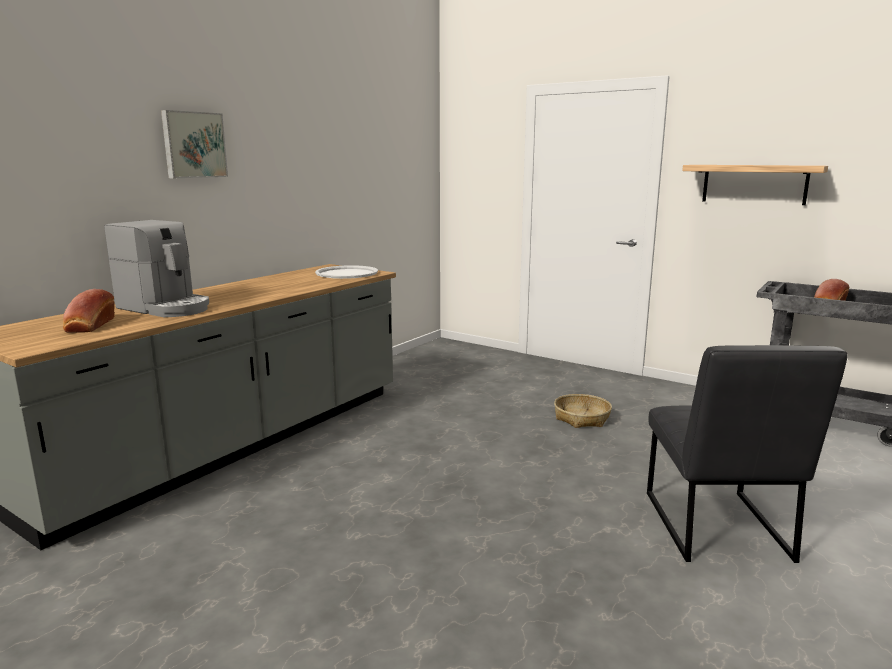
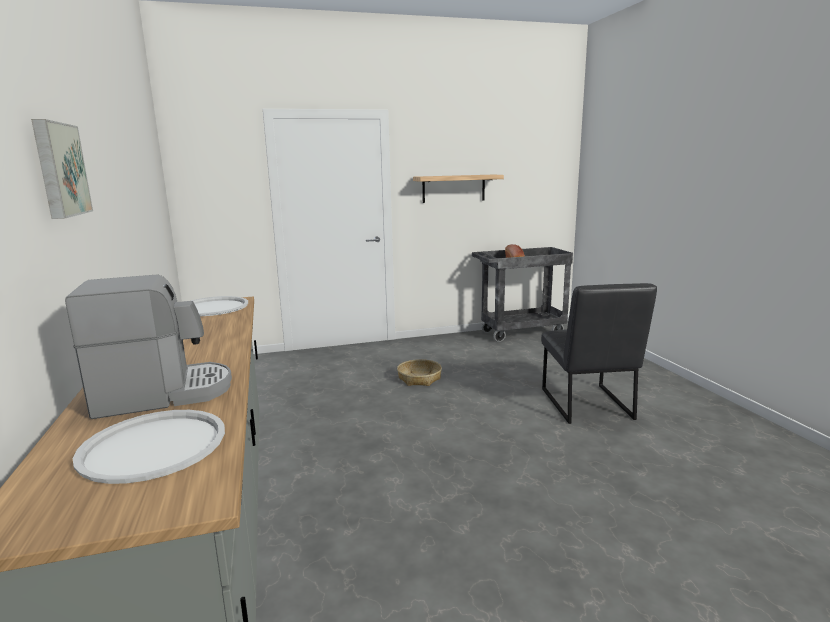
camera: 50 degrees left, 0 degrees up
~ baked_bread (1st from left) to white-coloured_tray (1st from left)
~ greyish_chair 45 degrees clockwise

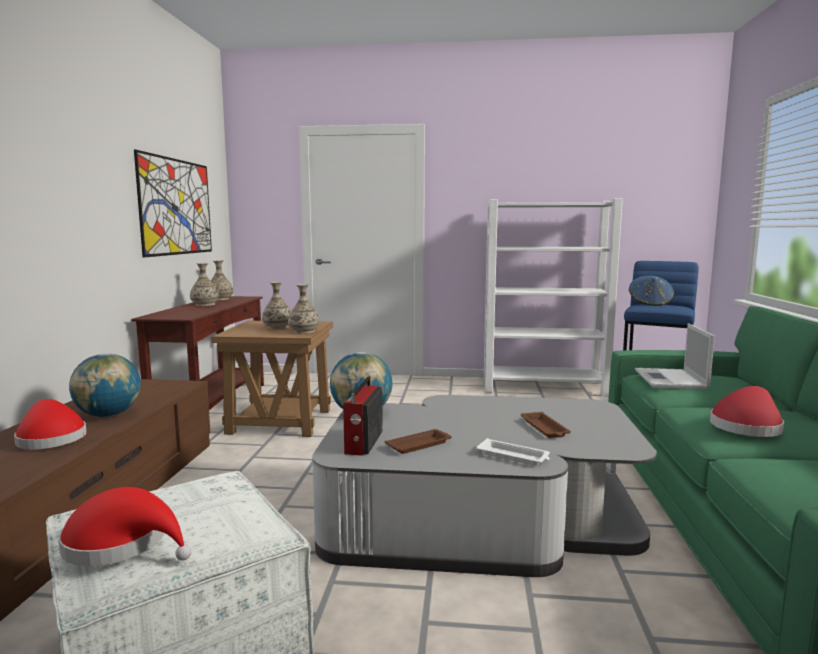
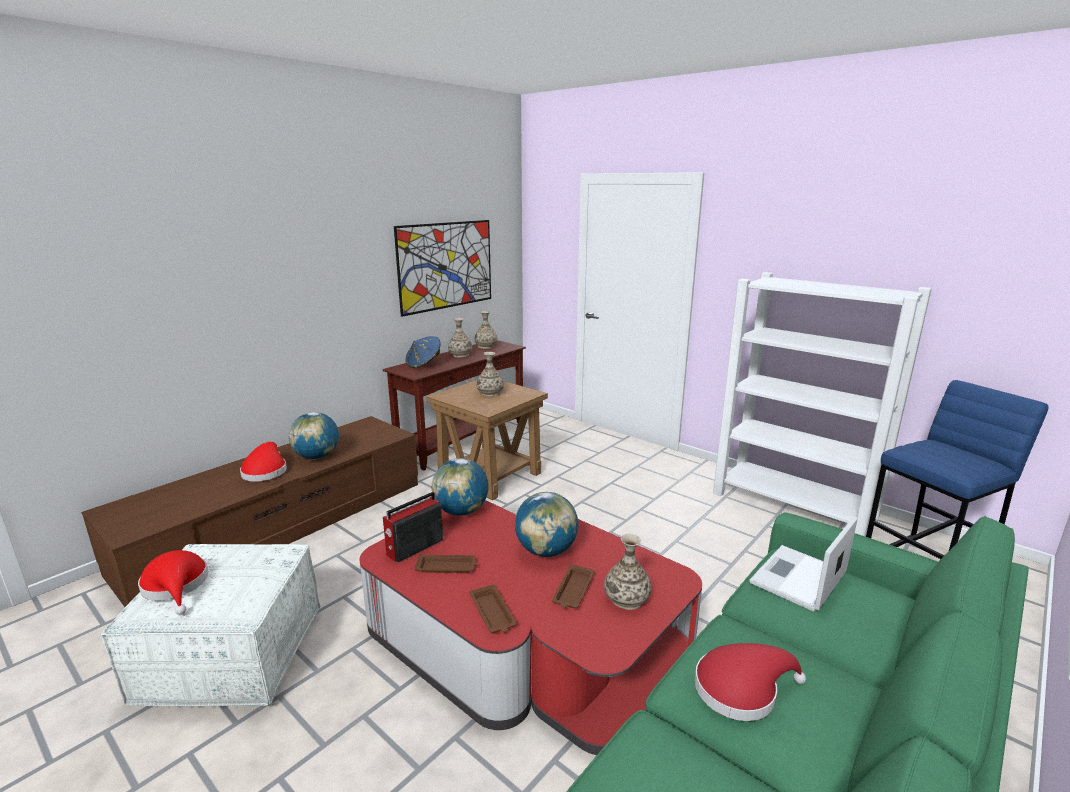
camera: 35 degrees right, 10 degrees up
+ world_globe (3rd from left)
~ flower_vase (4th from left)
~ bluish_hat
~ greyish_coffee_table to reddish_coffee_table
~ white-coloured_tray to brown_tray (2nd from left)

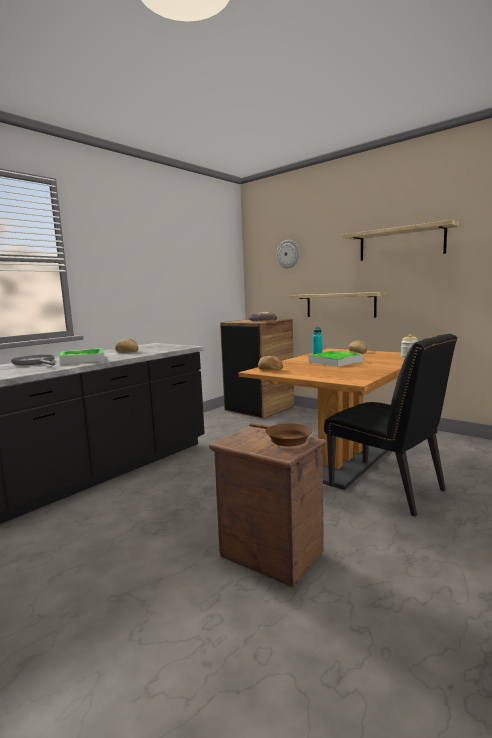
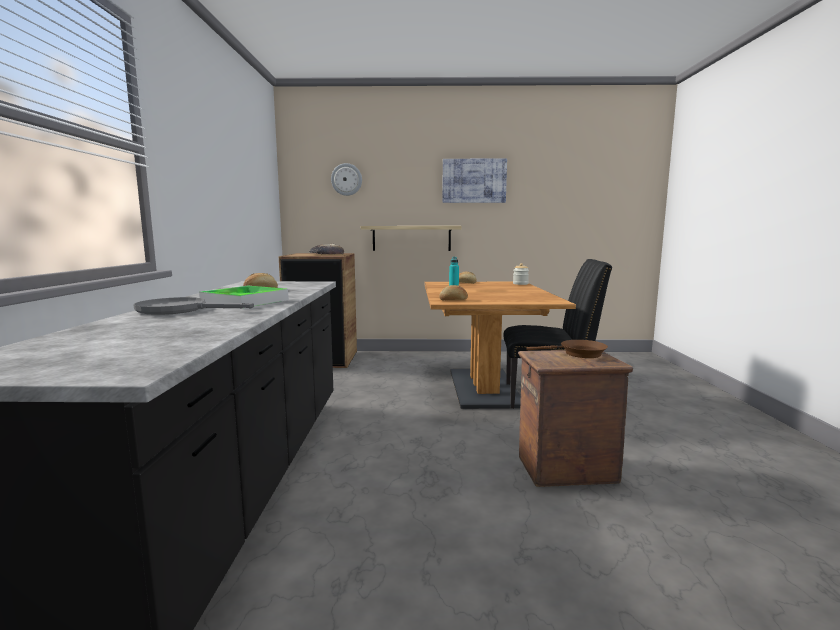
camera: 40 degrees left, 0 degrees up
- tray (2nd from left)
~ bracket_shelf (2nd from left) to wall_picture

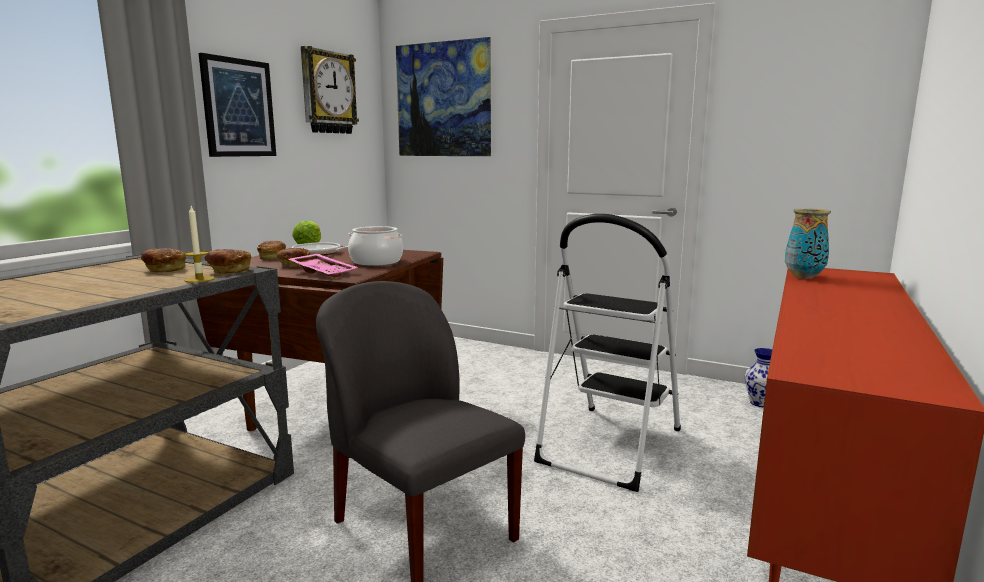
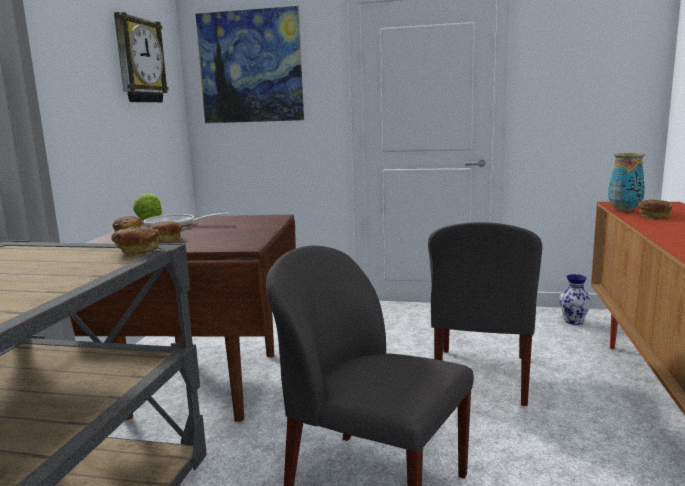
camera: 15 degrees left, 0 degrees up
- candle
- wall_picture (1st from left)
- pink_tray
- cooking_pot
~ baked_bread (1st from left in the first image) to baked_bread (4th from left)
~ step_stool to greyish_chair (2nd from left)

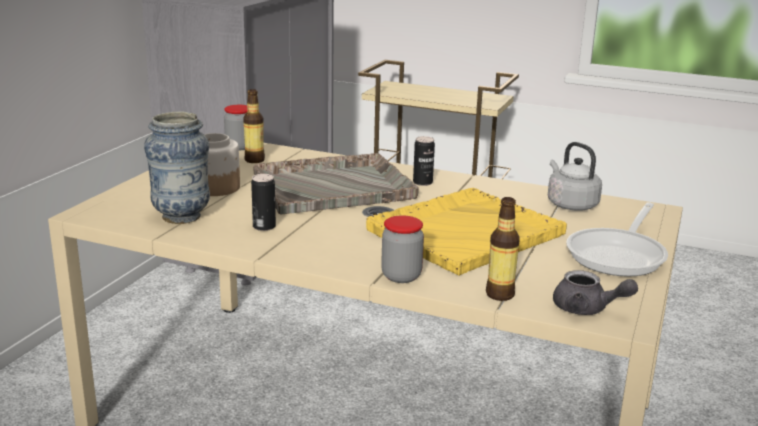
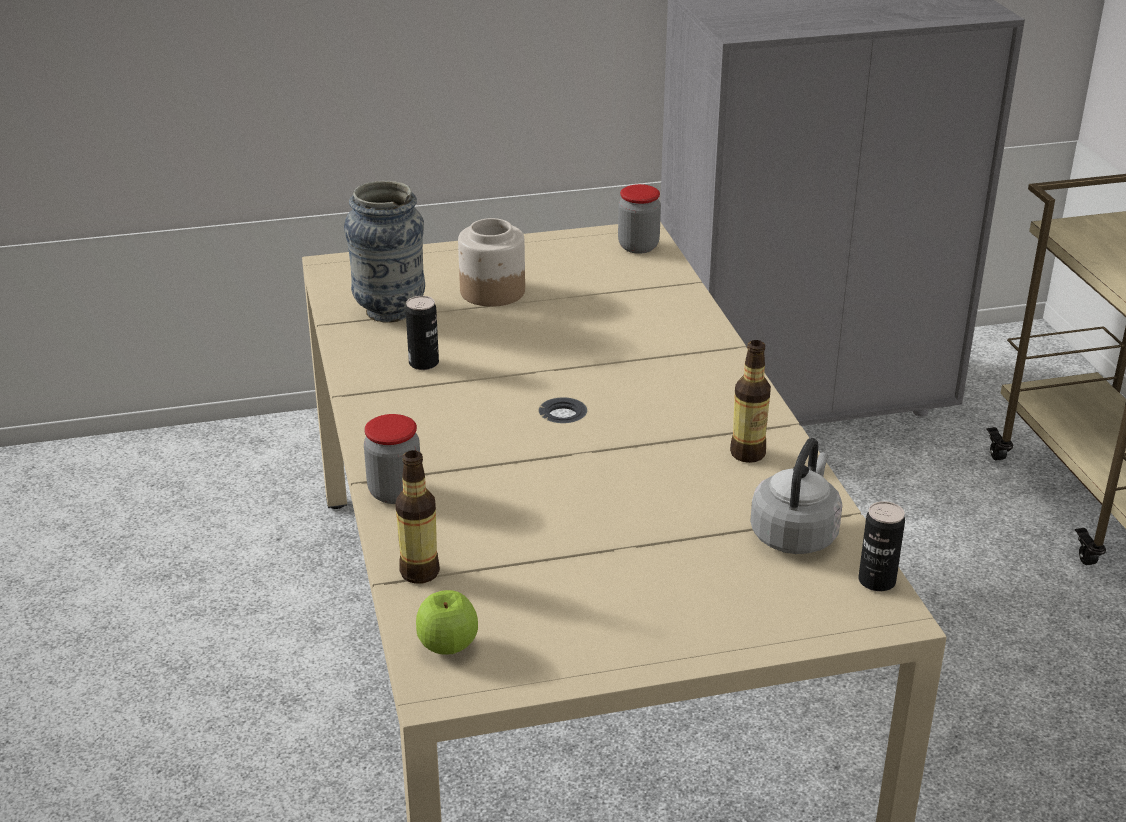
camera: 55 degrees right, 10 degrees up
- greyish_tray
- yellow_tray
- skillet
~ drink_bottle (1st from left in the first image) to drink_bottle (2nd from left)
~ can (2nd from left)
~ greyish_tea_pot to apple_fruit

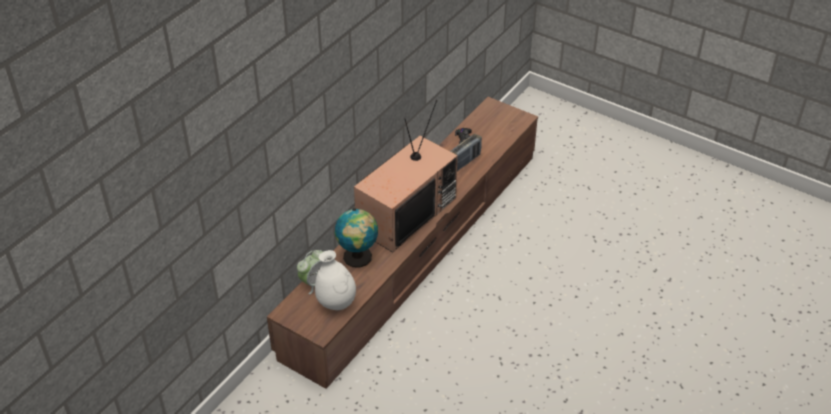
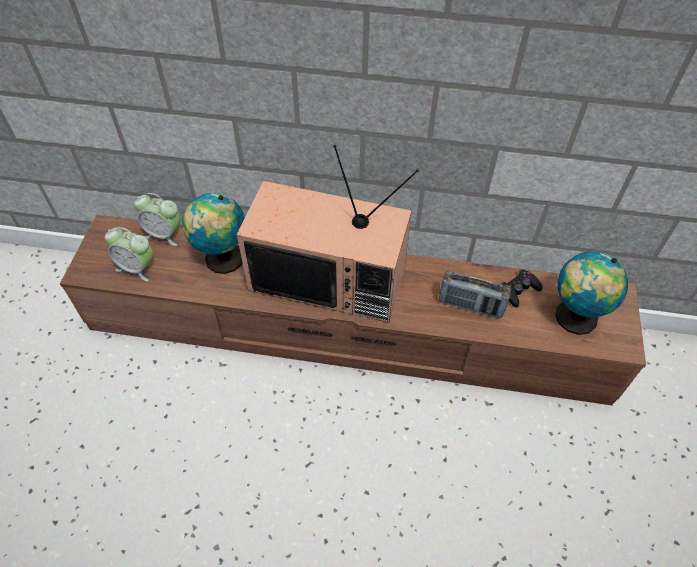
camera: 65 degrees right, 10 degrees up
+ world_globe (2nd from left)
~ white-coloured_flower_vase to table_clock (1st from left)

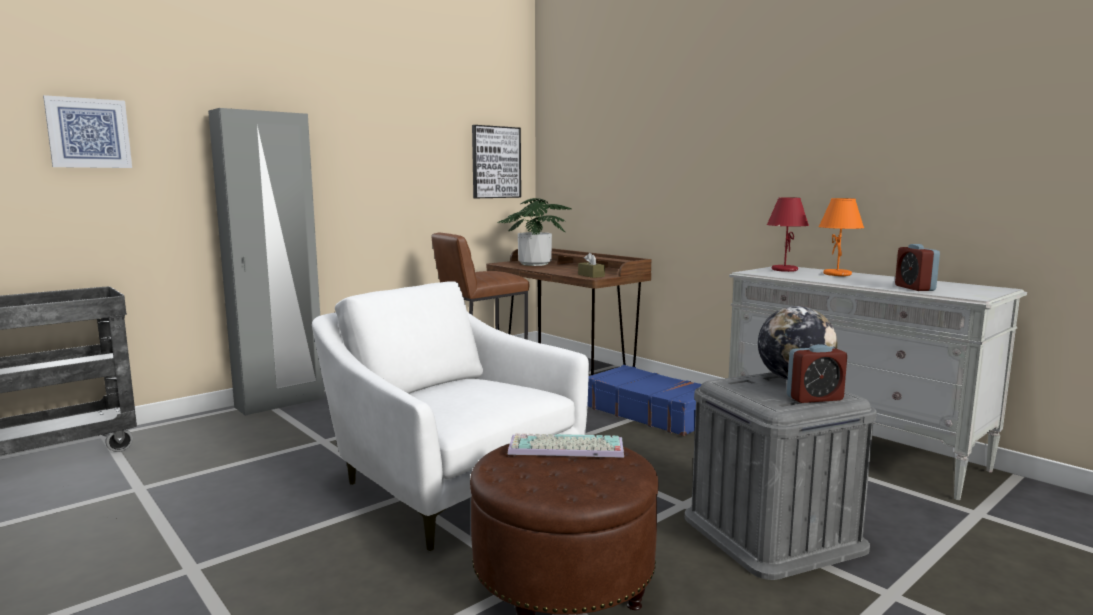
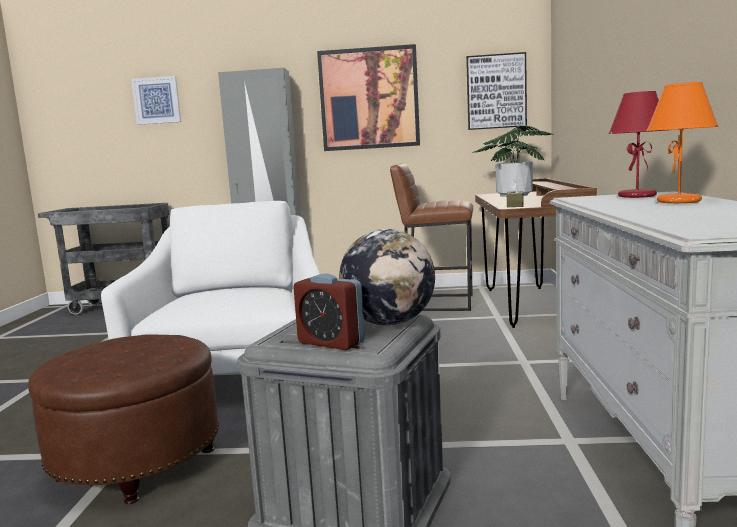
camera: 45 degrees right, 0 degrees up
- computer_keyboard
- bluish_suitcase
- table_clock (2nd from left)
+ wall_picture (2nd from left)

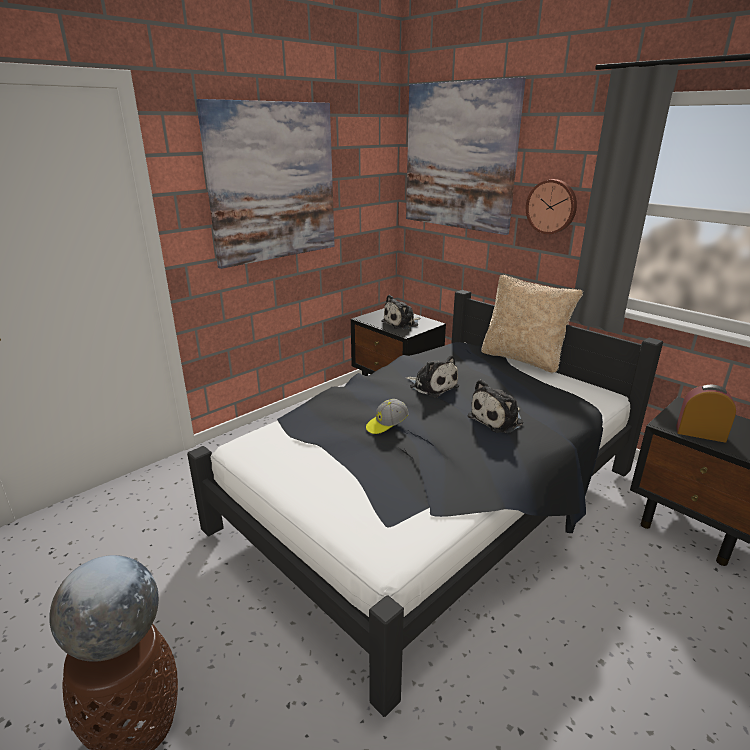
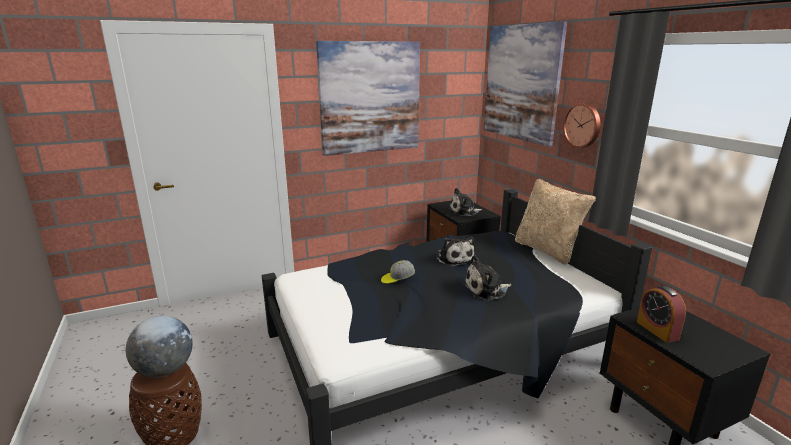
camera: 20 degrees right, 5 degrees down
~ table_clock 150 degrees counterclockwise

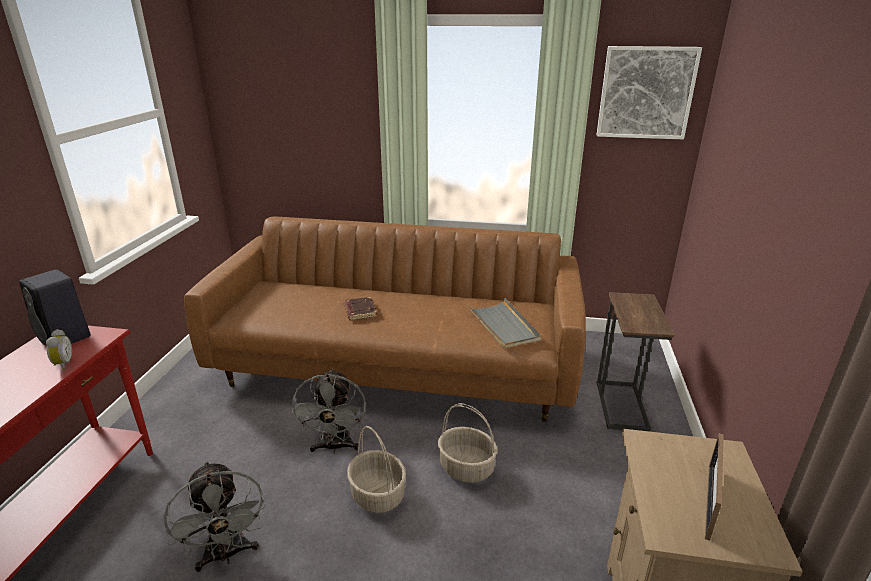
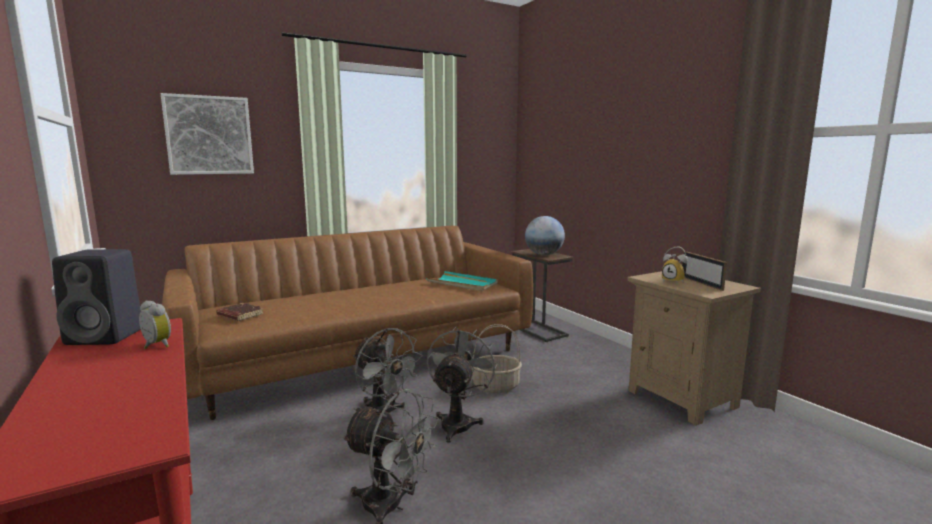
camera: 40 degrees left, 15 degrees down
+ world_globe
+ table_clock (2nd from left)
~ brown_book
~ wall_picture
~ storage_basket (1st from left) to greyish_electric_fan (3rd from left)
~ greyish_tray to turquoise_tray

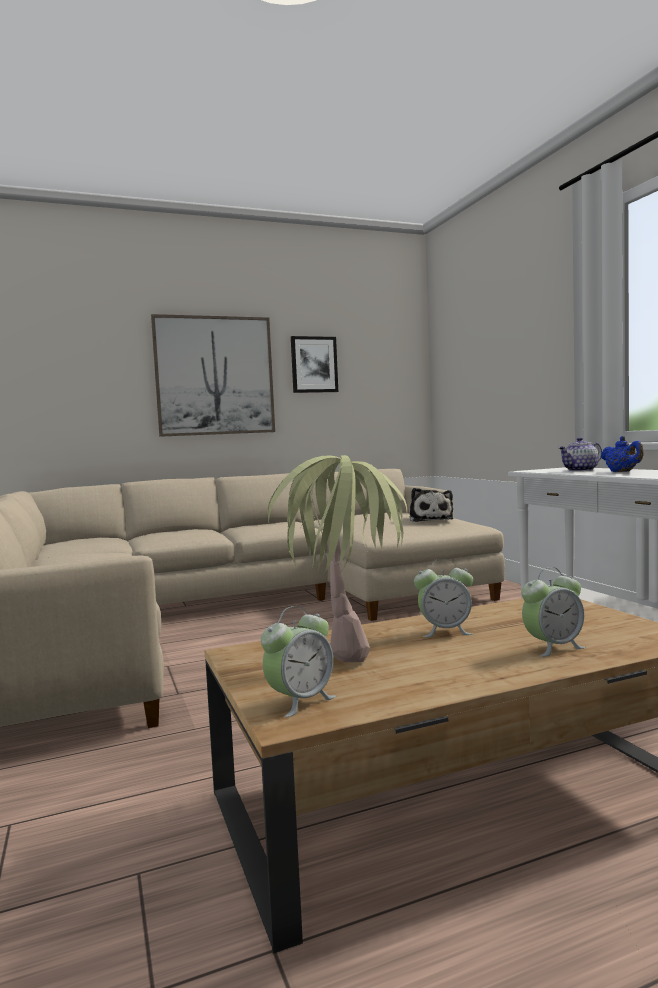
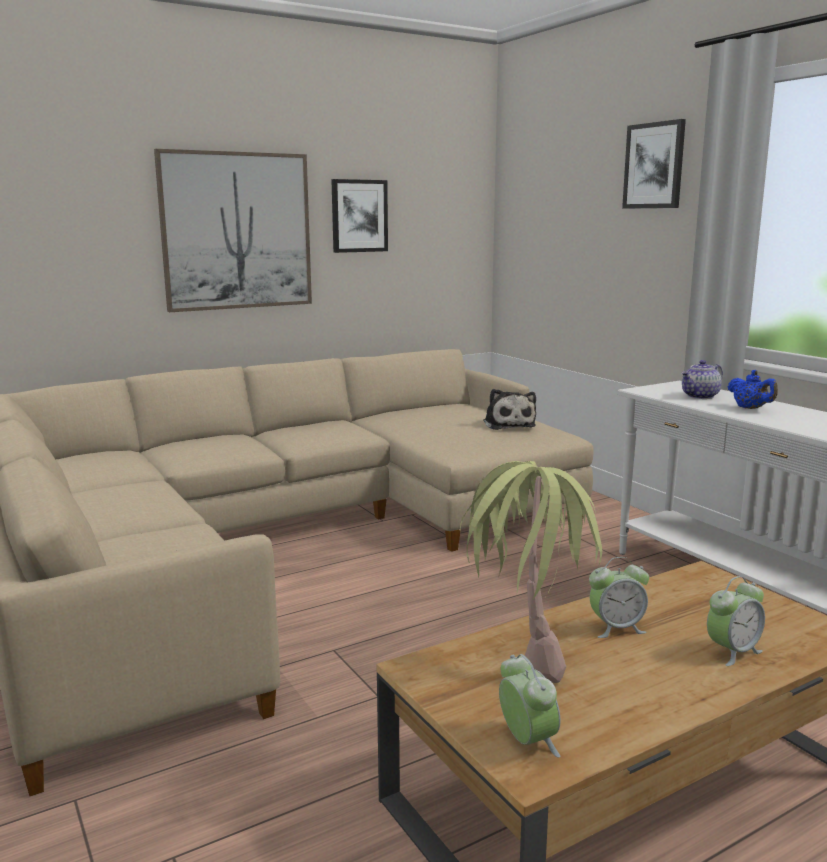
camera: 10 degrees left, 10 degrees up
+ wall_picture (3rd from left)
~ table_clock (1st from left) 60 degrees counterclockwise

